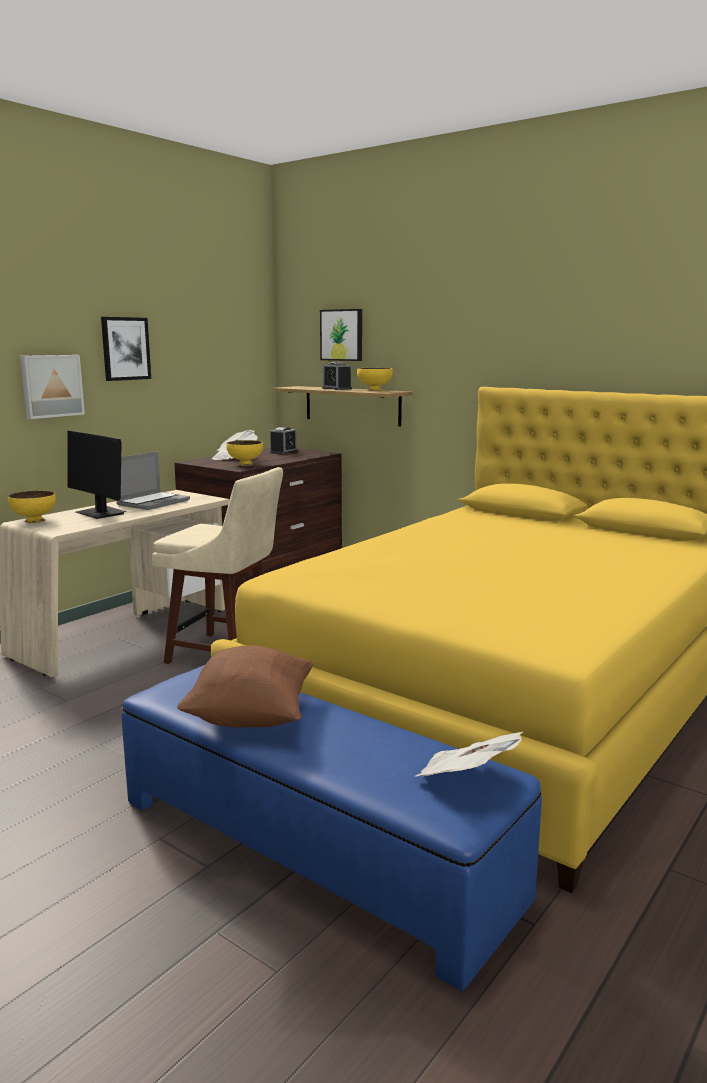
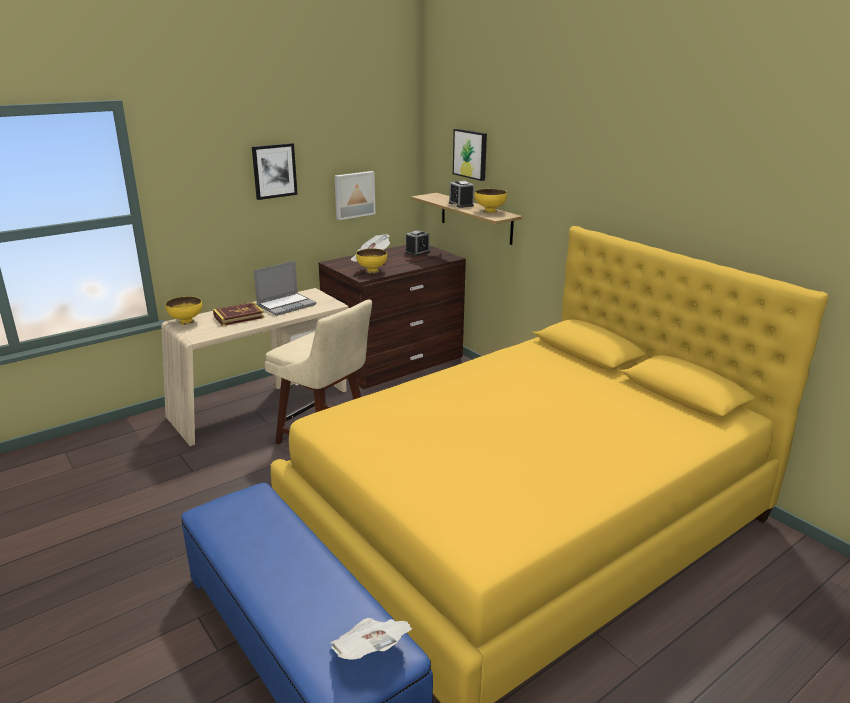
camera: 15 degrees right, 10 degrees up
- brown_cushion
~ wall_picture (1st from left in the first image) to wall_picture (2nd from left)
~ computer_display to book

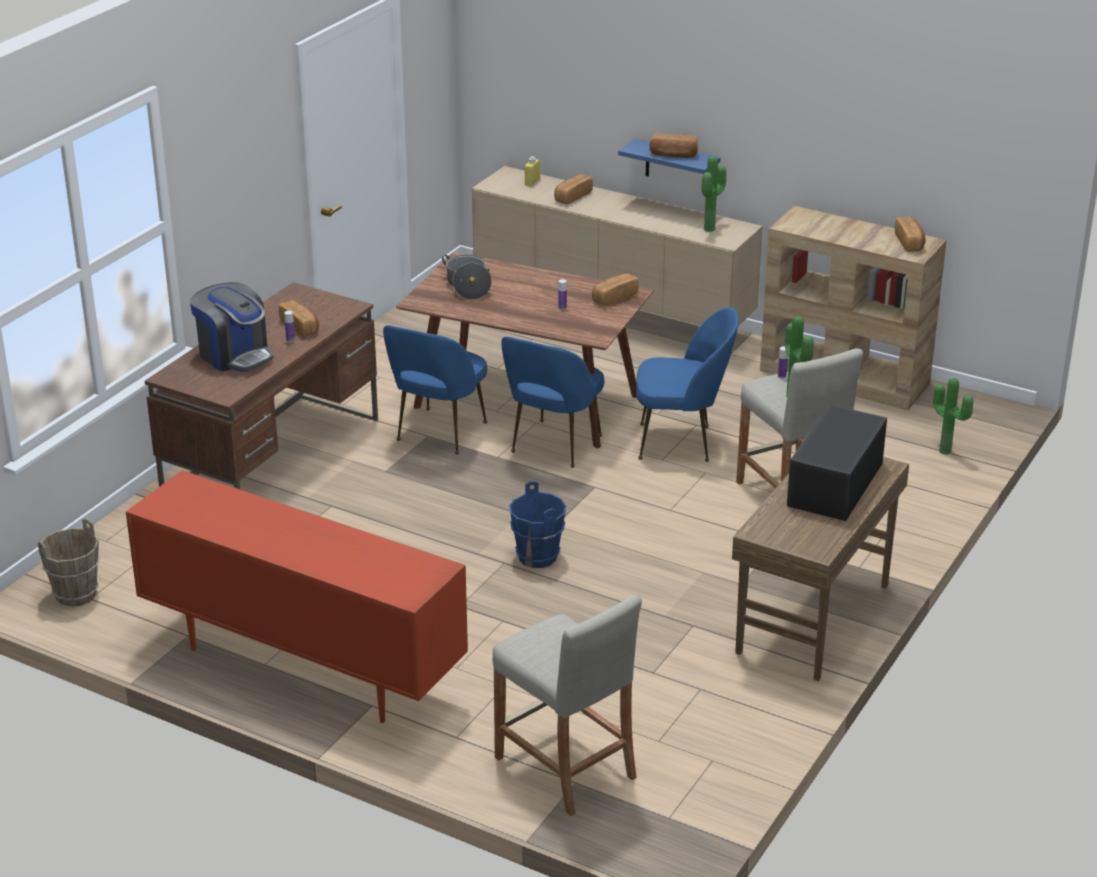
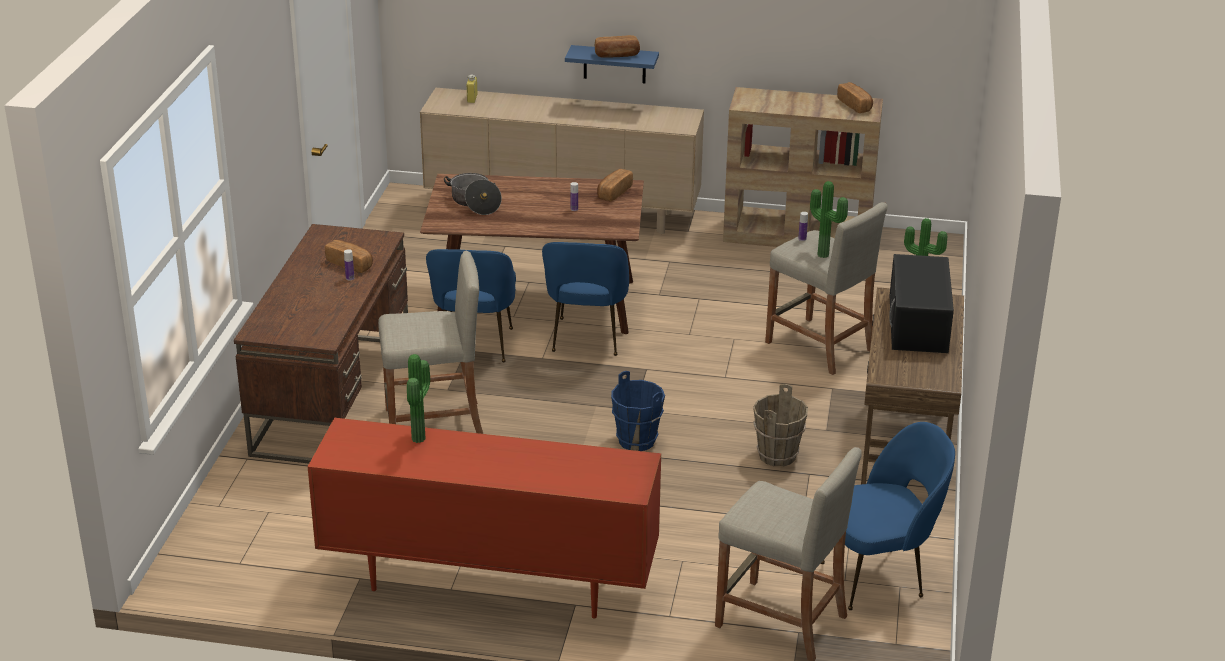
camera: 20 degrees left, 0 degrees up
- coffee_brewer
- baked_bread (2nd from left)
+ beige_stool_seat (1st from left)
~ brown_water_bucket
~ bluish_chair (3rd from left)
~ plant_in_a_pot (1st from left)

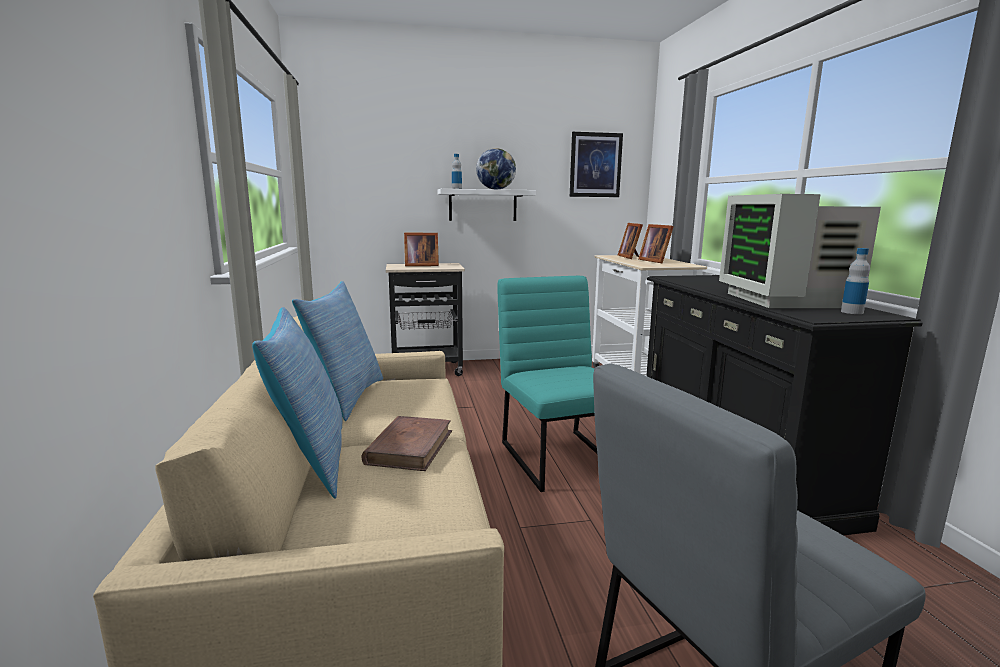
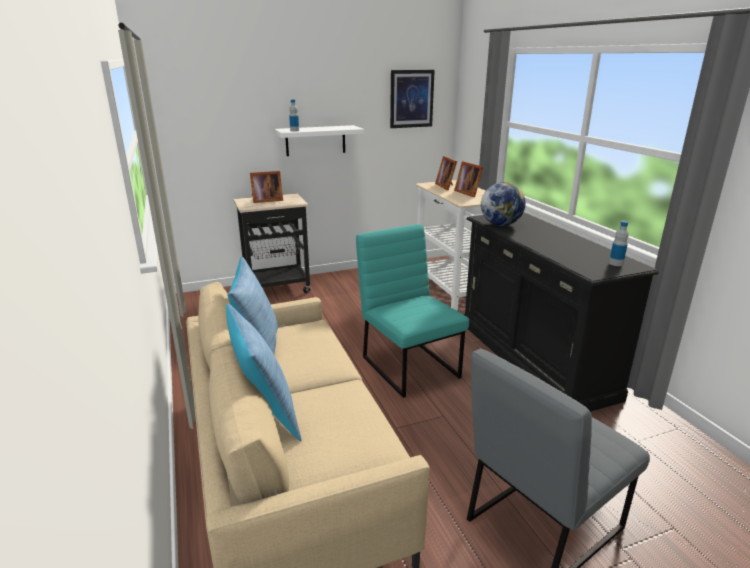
camera: 10 degrees left, 10 degrees up
- brown_book
- computer_display
~ world_globe

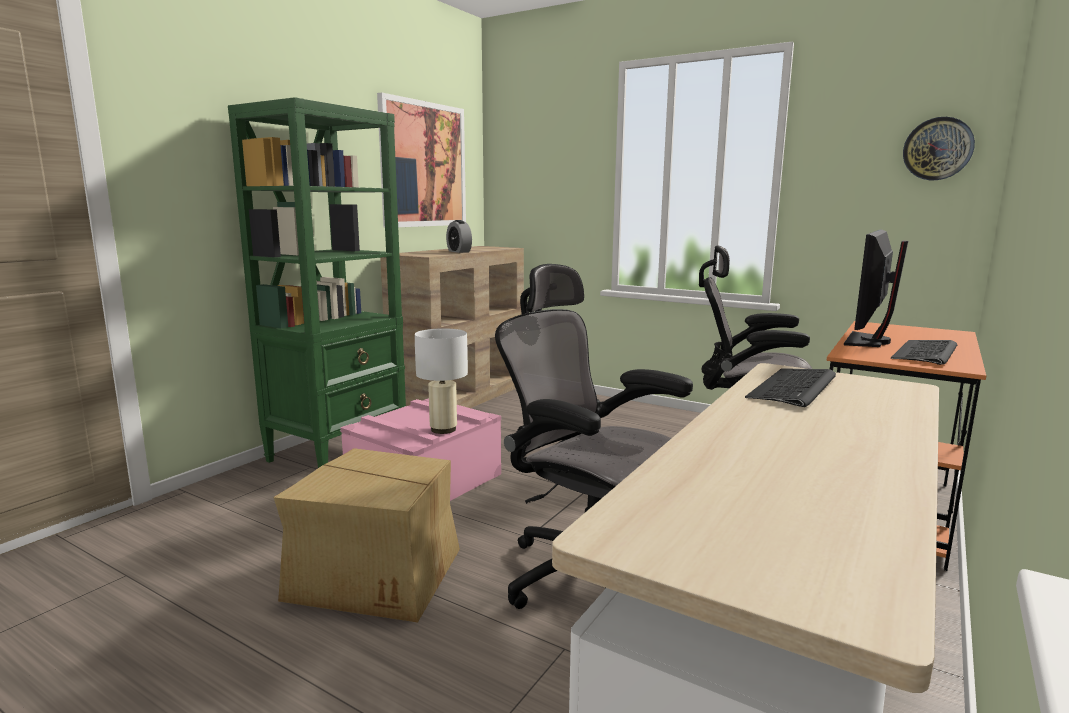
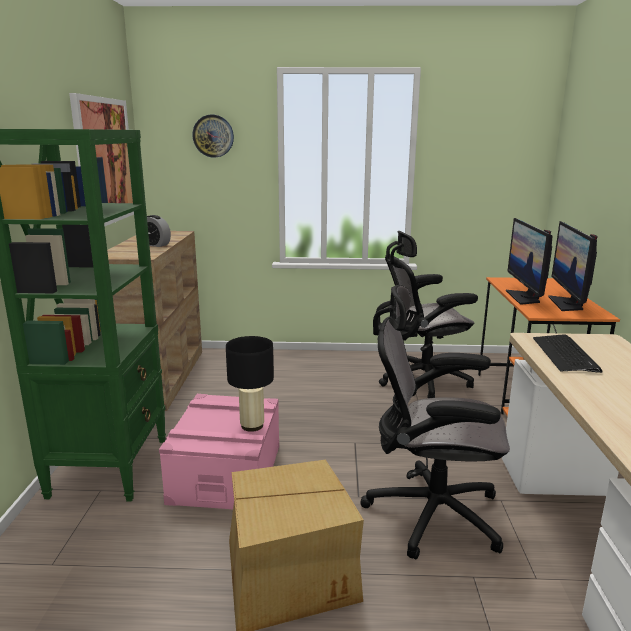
camera: 30 degrees left, 5 degrees up
~ wall_clock
~ computer_keyboard (2nd from left) to computer_display (2nd from left)
~ white-coloured_table_lamp to blackish_table_lamp

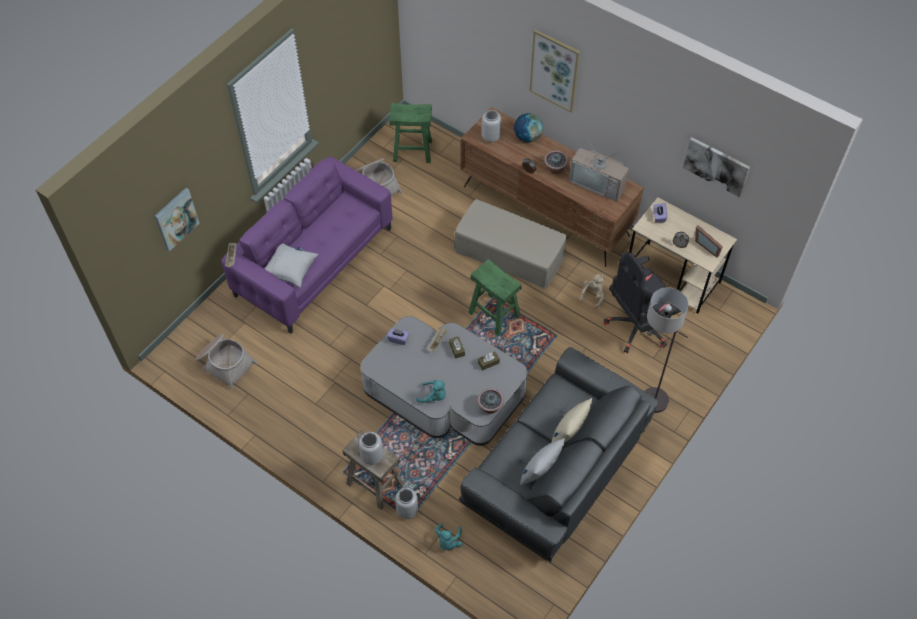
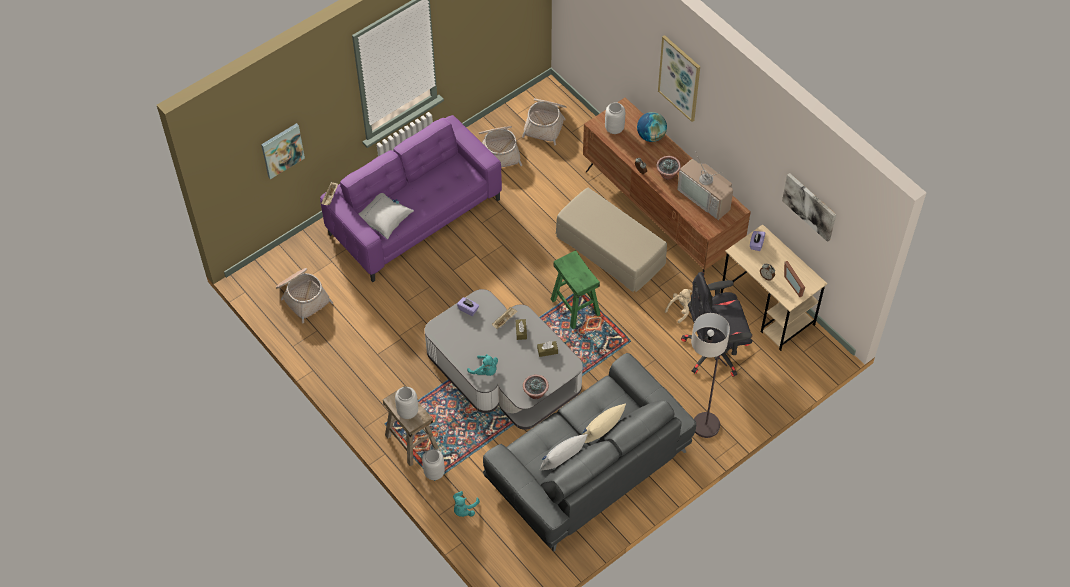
camera: 15 degrees right, 0 degrees up
~ greenish_stool_seat (1st from left) to storage_basket (3rd from left)

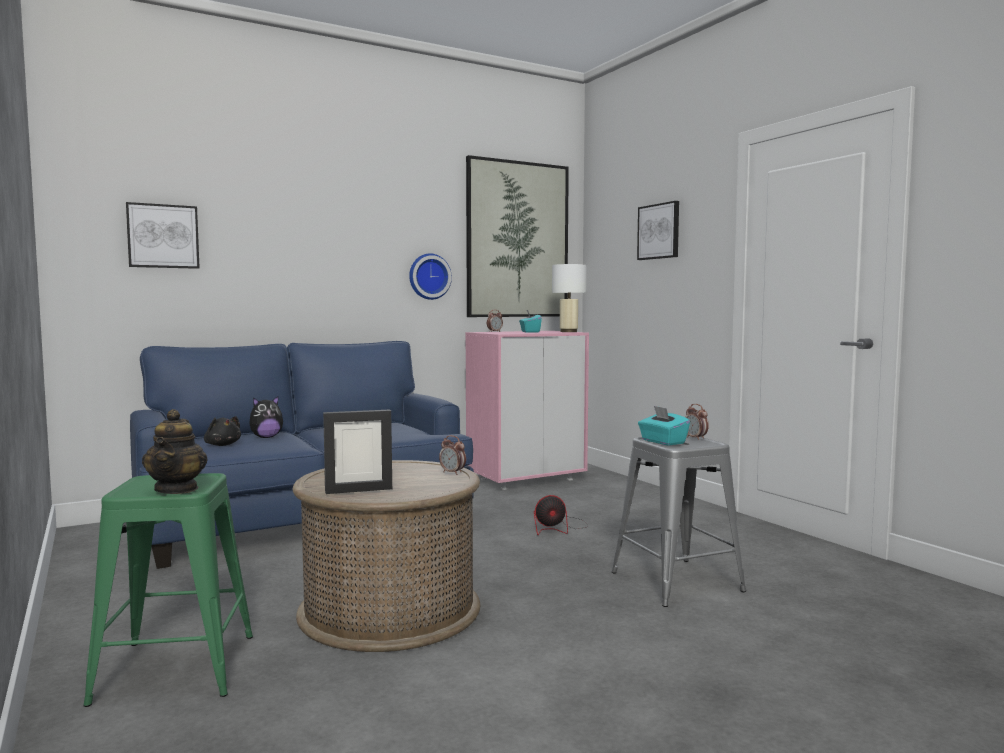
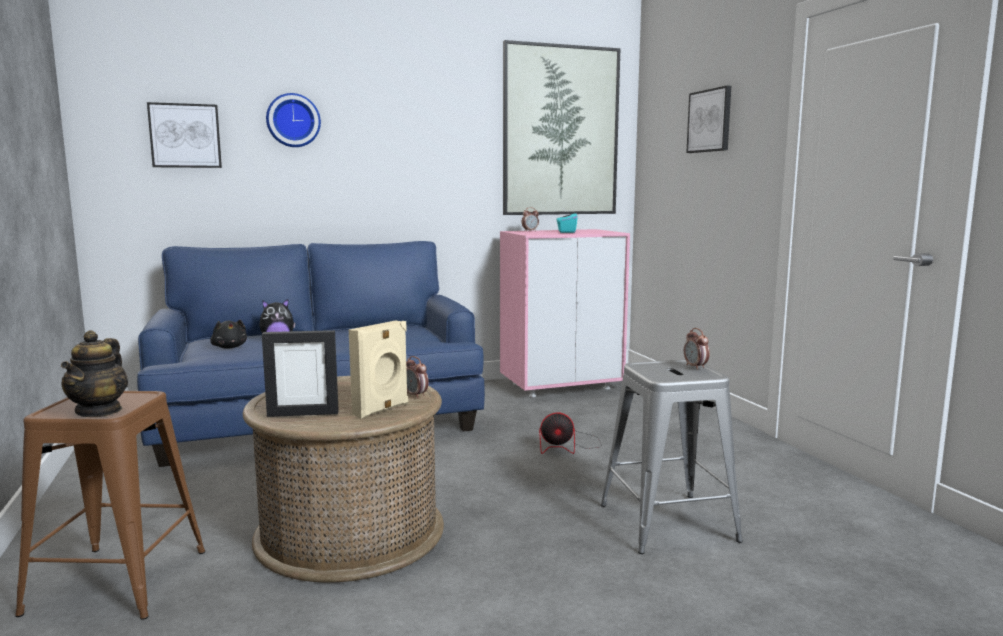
camera: 10 degrees right, 5 degrees up
- white-coloured_table_lamp
- turquoise_tissue_holder (2nd from left)
+ beige_audio_speaker
~ wall_clock
~ greenish_stool_seat to brown_stool_seat

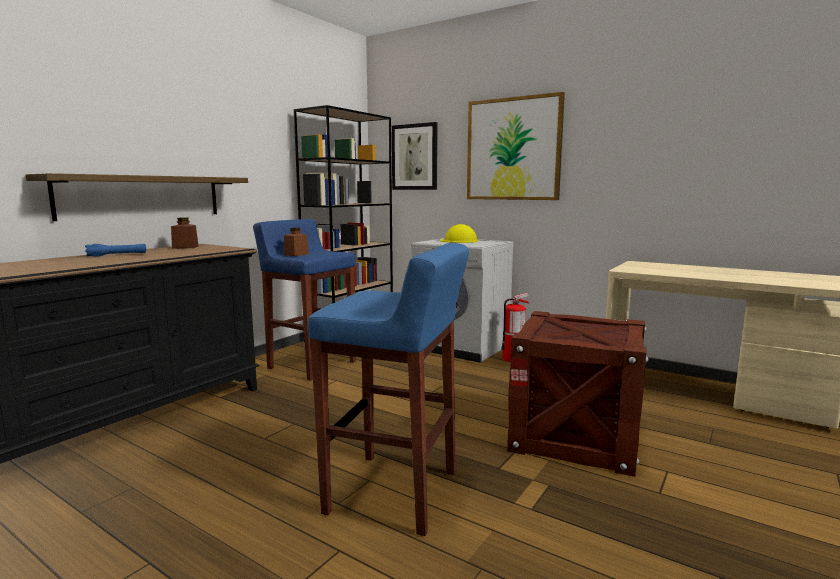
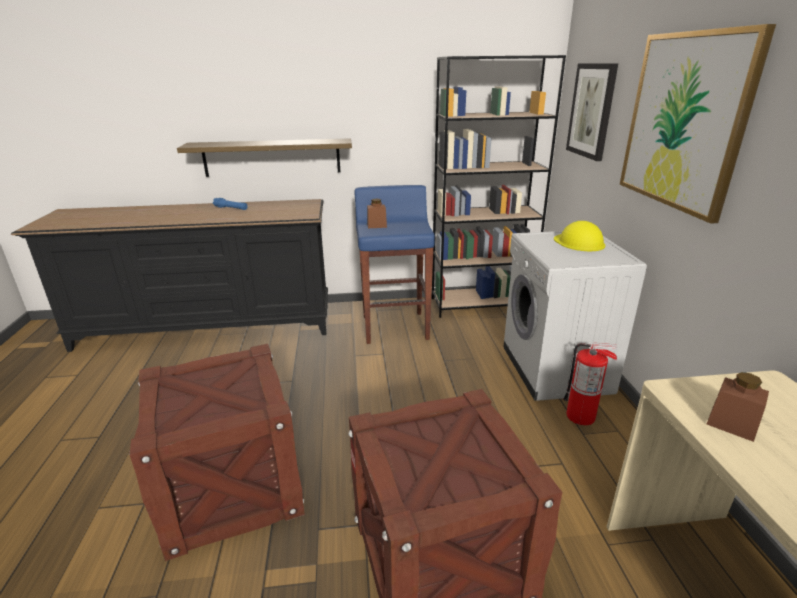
camera: 50 degrees right, 15 degrees up
~ brown_storage_jar (1st from left in the first image) to brown_storage_jar (2nd from left)
~ bluish_stool_seat (2nd from left) to crate (1st from left)

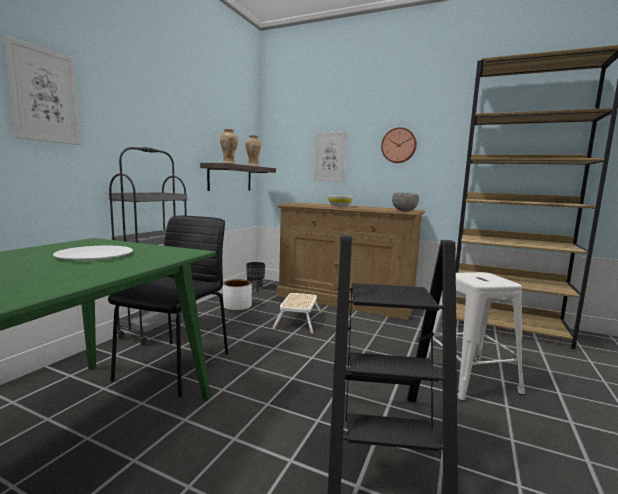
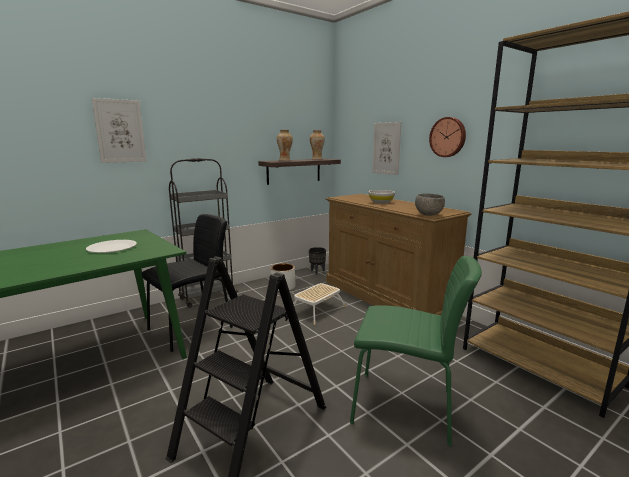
camera: 30 degrees right, 5 degrees up
~ white-coloured_stool_seat to greenish_chair

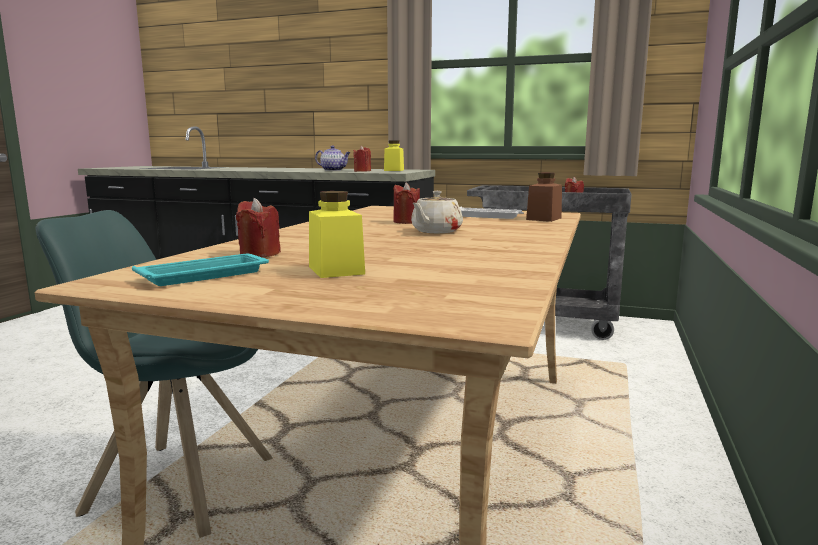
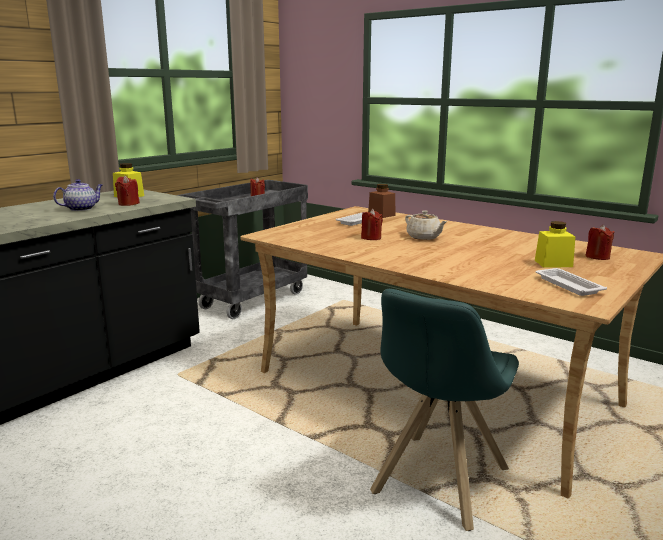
camera: 70 degrees left, 5 degrees up
~ reddish_candle (1st from left in the first image) to reddish_candle (4th from left)
~ turquoise_tray to white-coloured_tray (2nd from left)

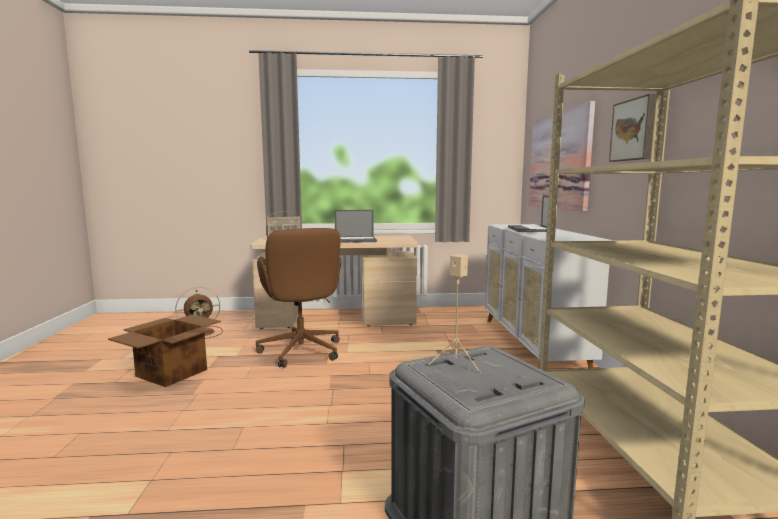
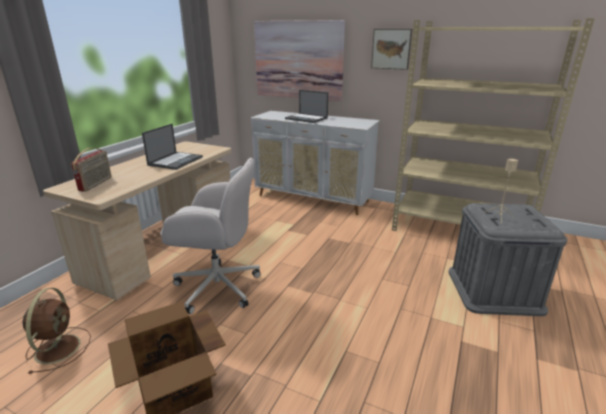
camera: 60 degrees left, 15 degrees up
~ brown_office_chair to white-coloured_office_chair

